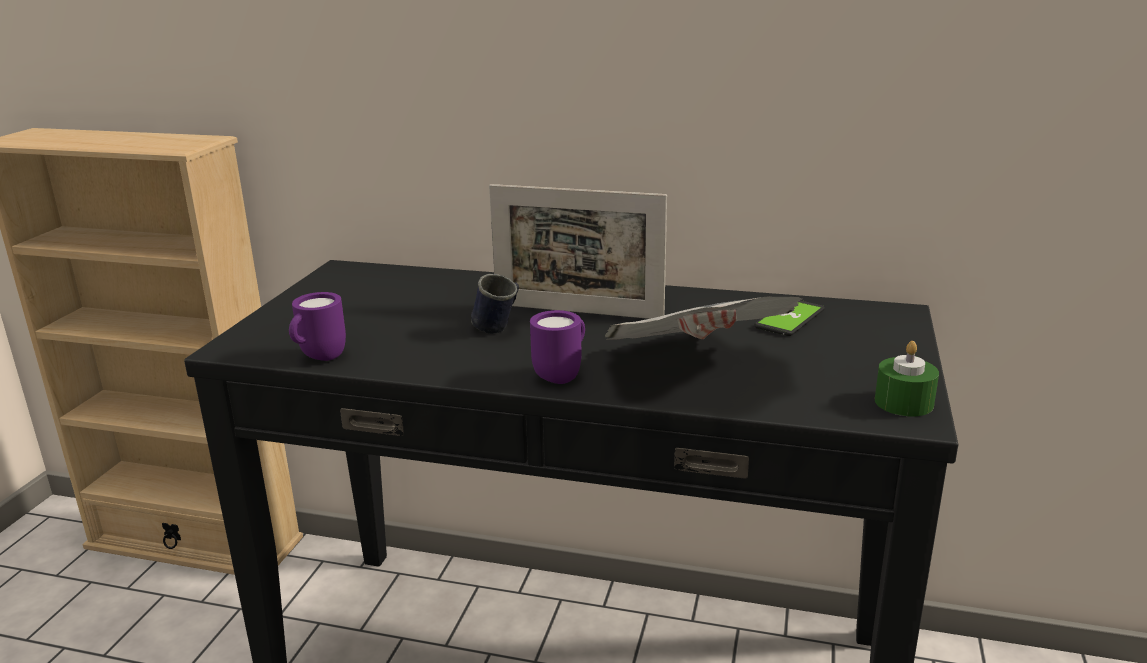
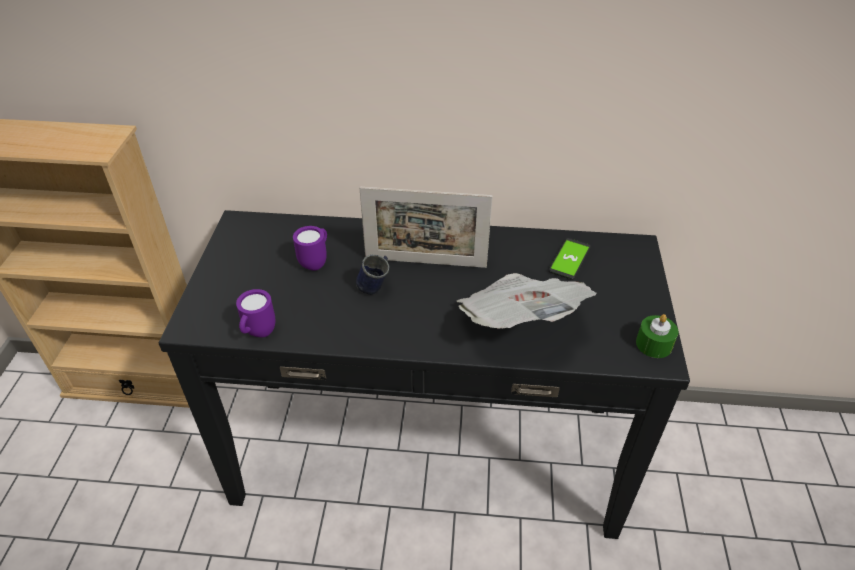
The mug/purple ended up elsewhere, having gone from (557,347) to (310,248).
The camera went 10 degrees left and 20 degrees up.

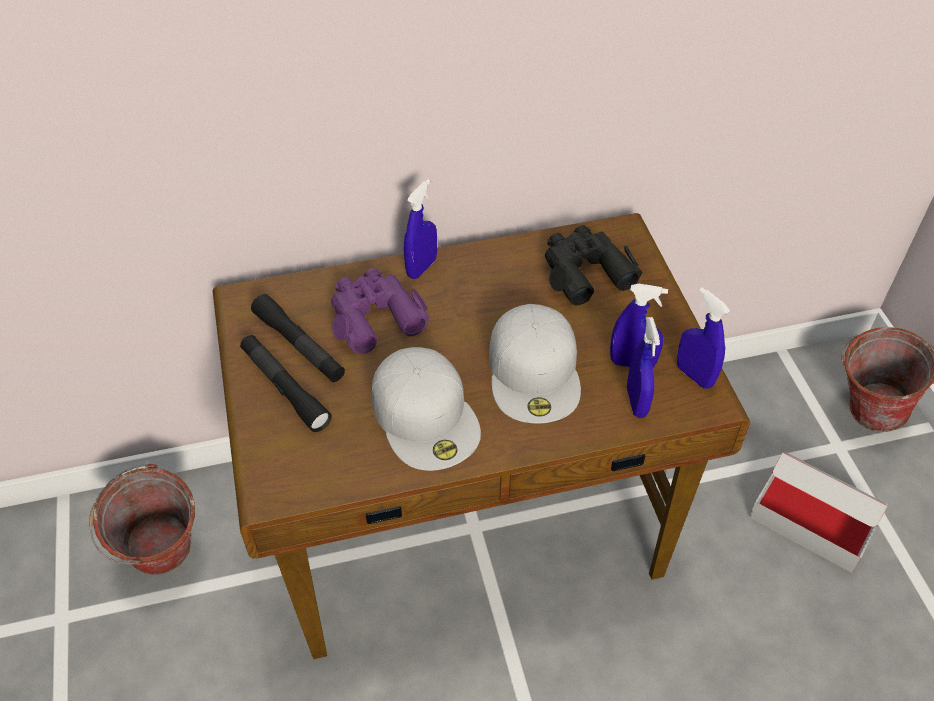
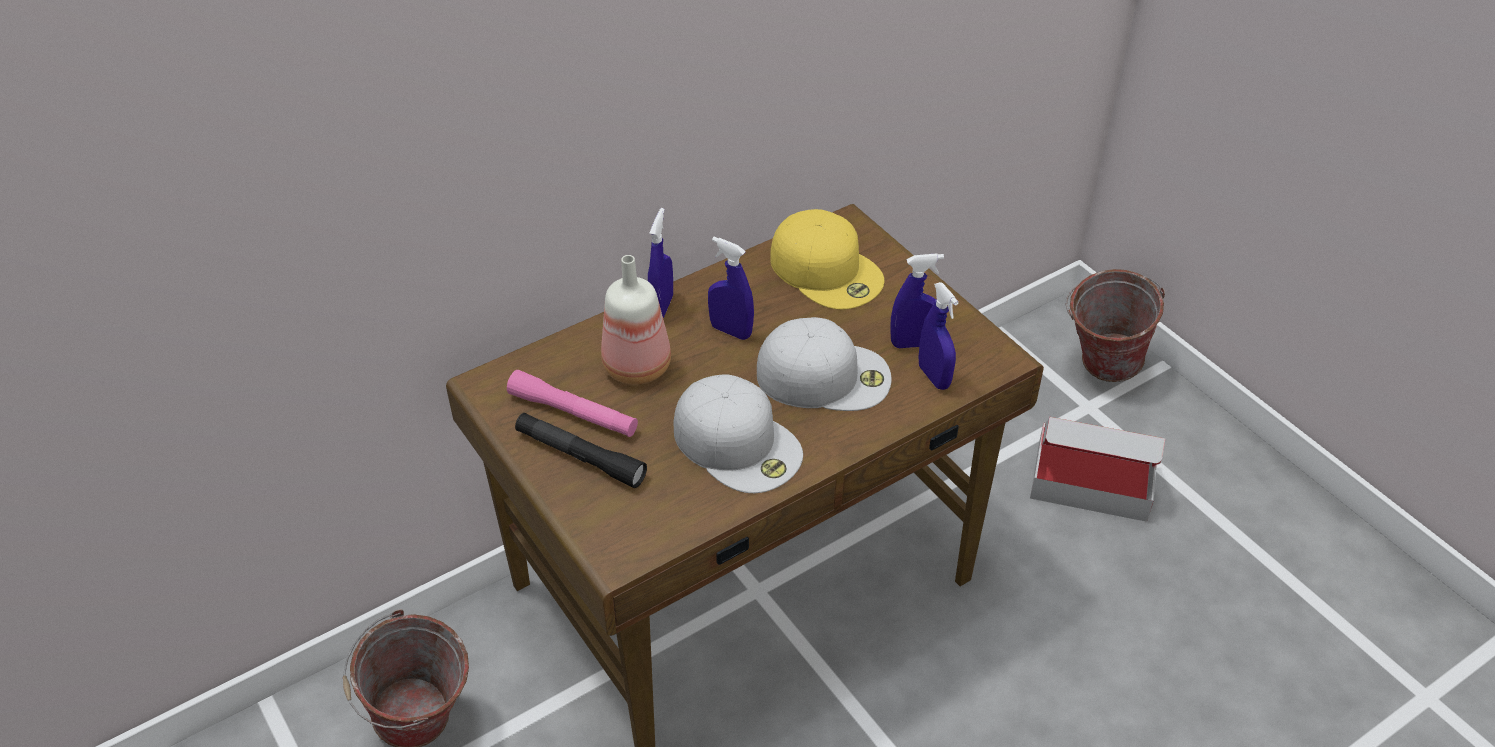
What was the torch/blackish at (298,338) turned into the torch/pinkish at (572,403).
Where the binoculars/purple stood at (380,311), the beverage bottle came to stand at (636,320).
The cap/white at (535,364) ended up facing another way, 60 degrees counterclockwise from before.
Where the binoculars/blackish stood at (594,265), the cap/yellowish came to stand at (827,259).
The spray bottle/bluish ended up elsewhere, having gone from (703,338) to (731,288).
The camera went 20 degrees left and 5 degrees down.

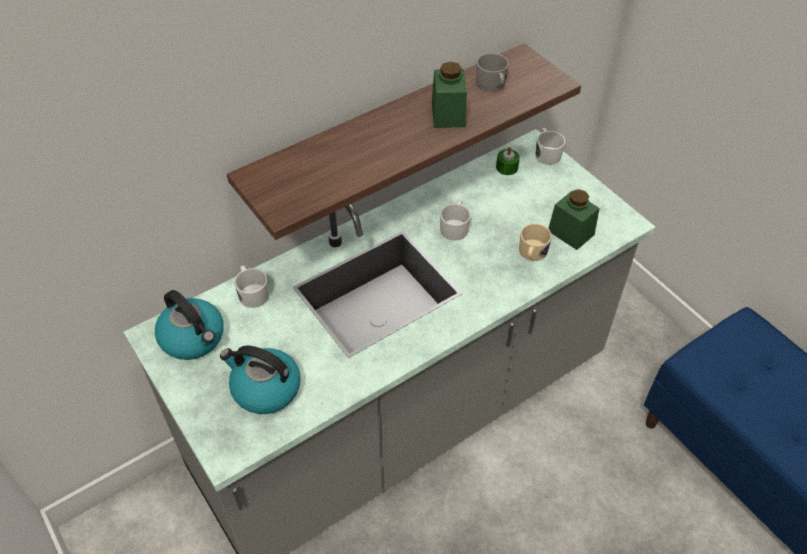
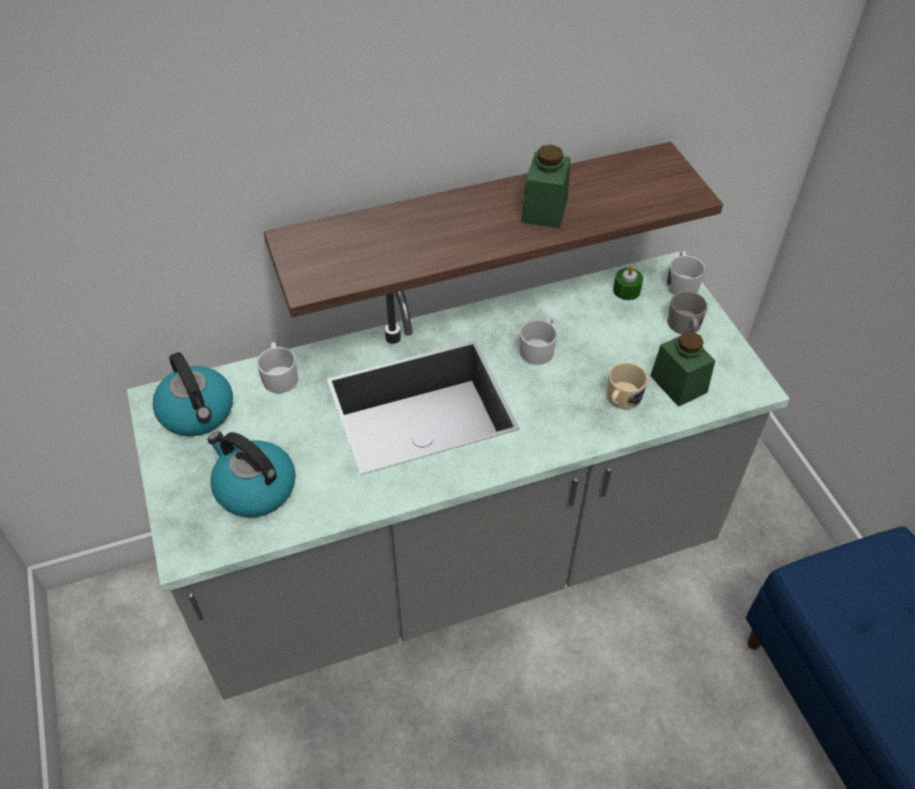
The mug/gray ended up elsewhere, having gone from (492,72) to (687,312).
The camera went 15 degrees right and 0 degrees up.

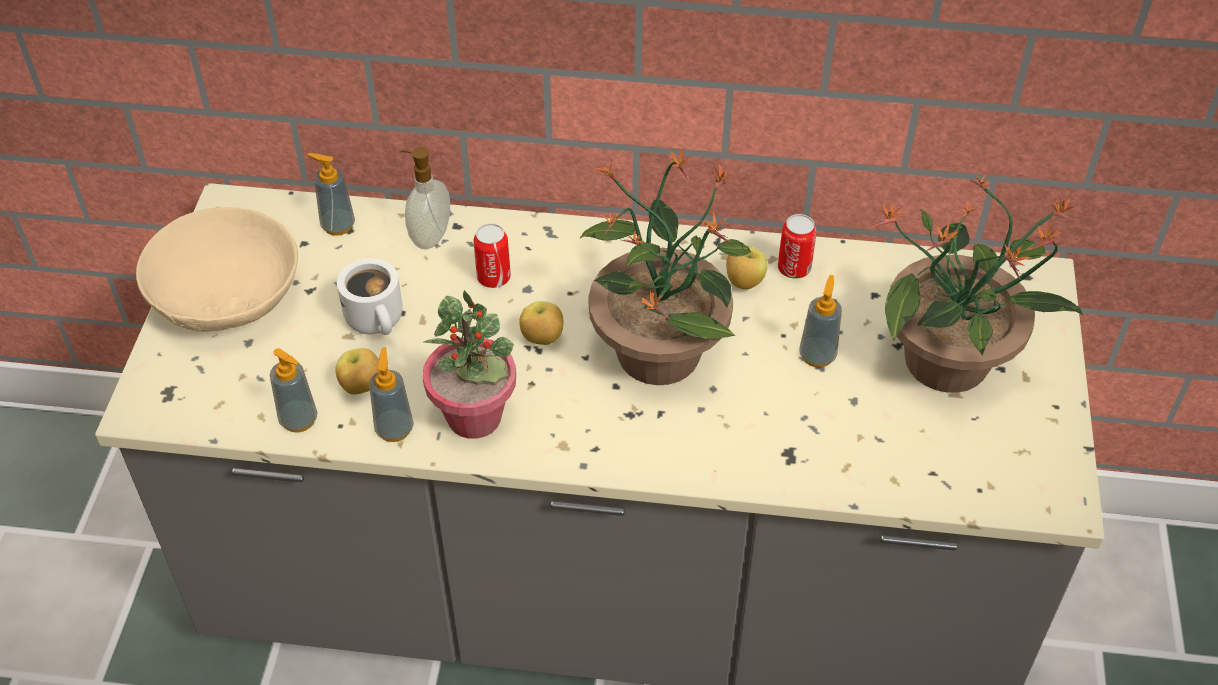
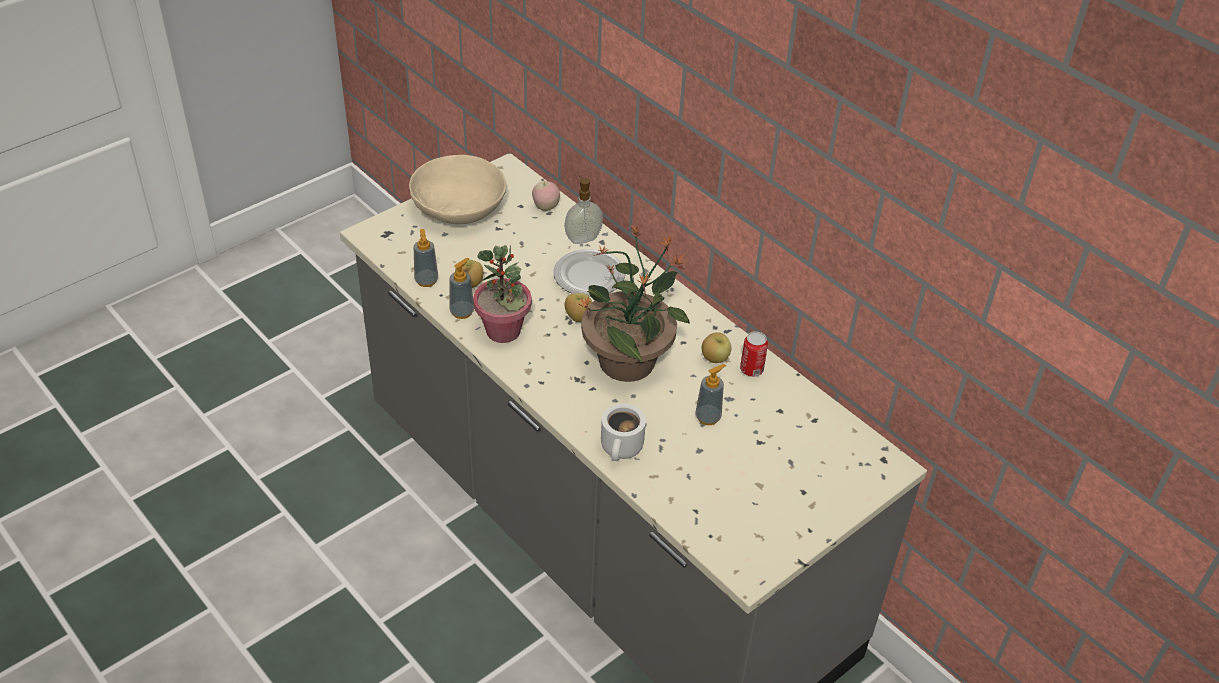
Where the soap dispenser stood at (331,194), the apple came to stand at (546,196).
The mug/white ended up elsewhere, having gone from (370,296) to (623,432).
Where the sealed can stood at (492,255), the plate came to stand at (589,273).
The second view lost the plant in a pot at (978,284).
The camera went 40 degrees right and 5 degrees down.

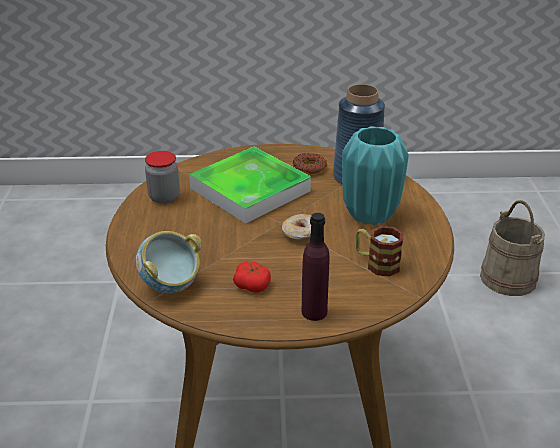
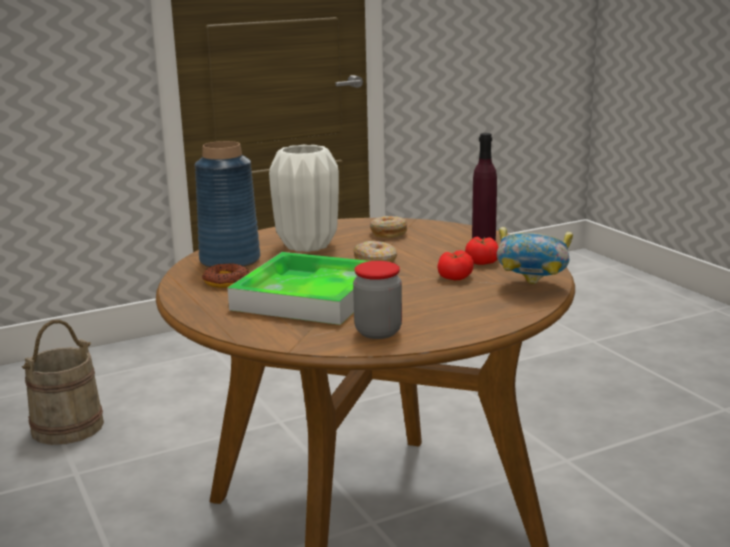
What was the decorative vase/turquoise-coloured at (375,175) turned into the decorative vase/white at (304,198).
Where the mug stood at (379,251), the donut came to stand at (388,227).
The second view gained the tomato at (455,265).
The camera went 115 degrees left and 15 degrees down.

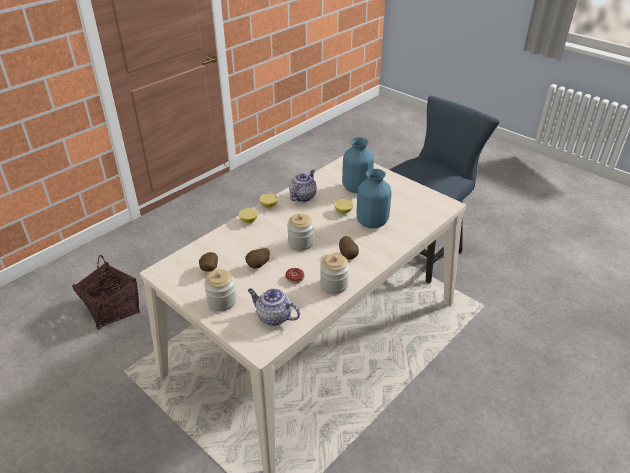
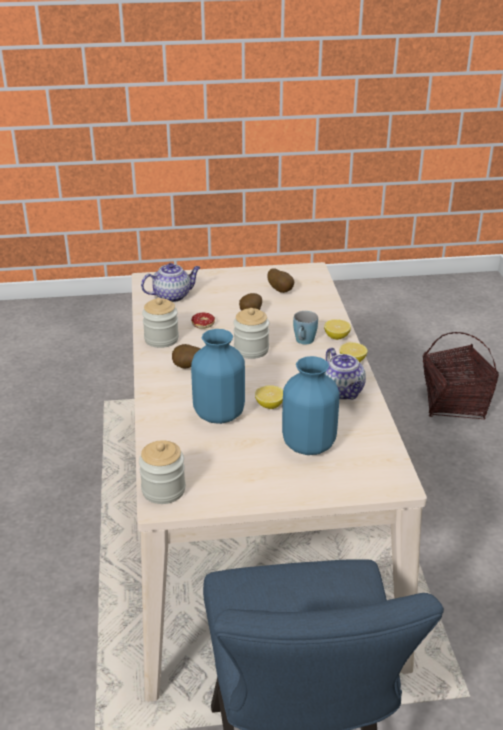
The jar ended up elsewhere, having gone from (220,290) to (162,472).
The second view gained the mug/bluish at (305,328).
The camera went 130 degrees right and 5 degrees down.

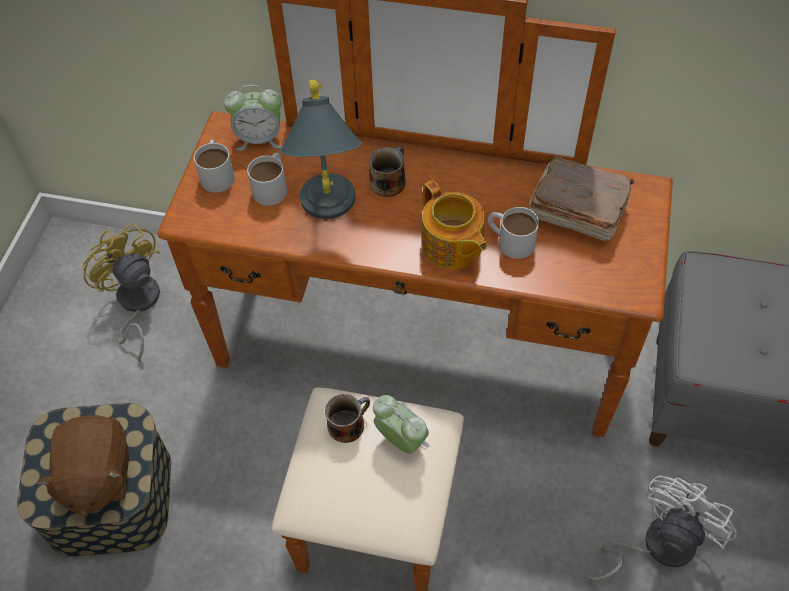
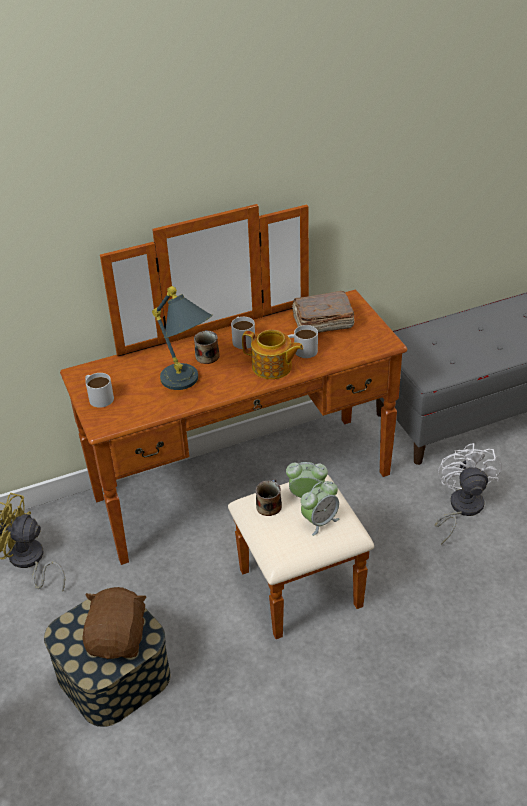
The plush toy/brown at (83,466) ended up facing another way, 135 degrees counterclockwise from before.
The table clock ended up elsewhere, having gone from (253,117) to (320,508).
The mug/white ended up elsewhere, having gone from (267,179) to (243,333).
The camera went 35 degrees left and 15 degrees down.

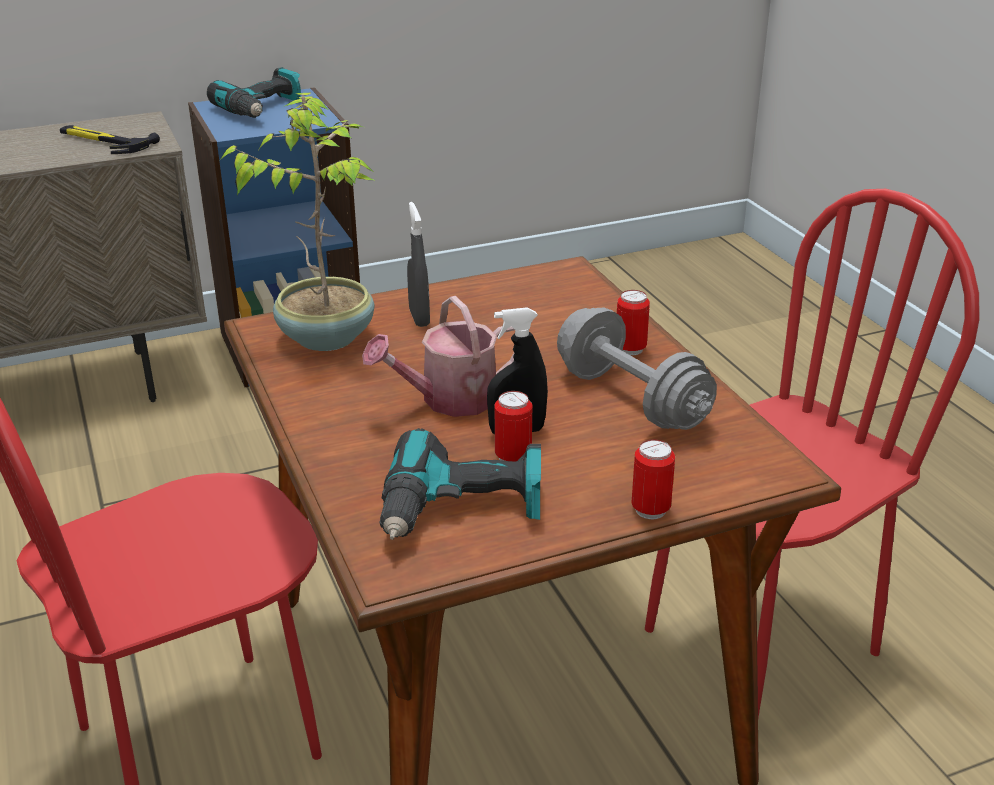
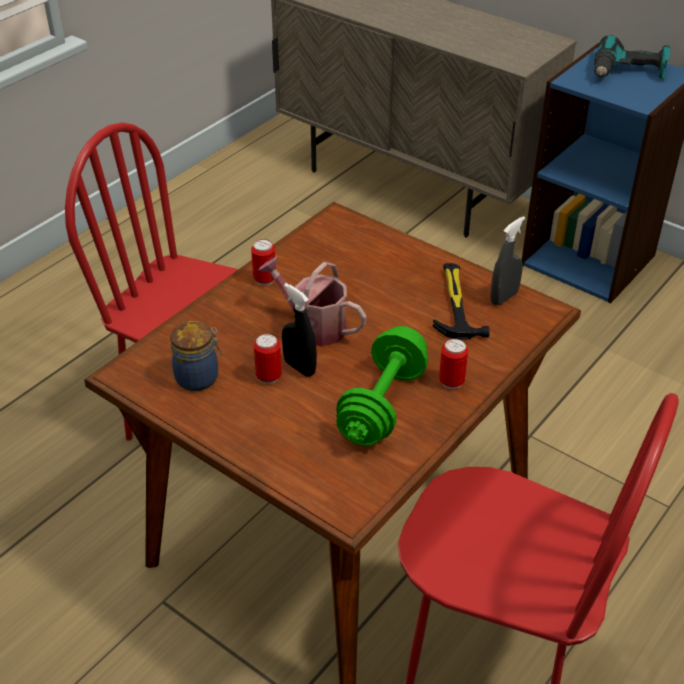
The hand hammer ended up elsewhere, having gone from (110,139) to (461,301).
The second view lost the plant in a pot at (298,222).
Where the electric drill stood at (460,484), the jar came to stand at (195,356).
The spray bottle/gray ended up elsewhere, having gone from (418,264) to (507,260).
What was the hand weight/gray at (637,369) turned into the hand weight/green at (382,386).
The sealed can ended up elsewhere, having gone from (653,479) to (263,262).
The camera went 60 degrees right and 10 degrees up.

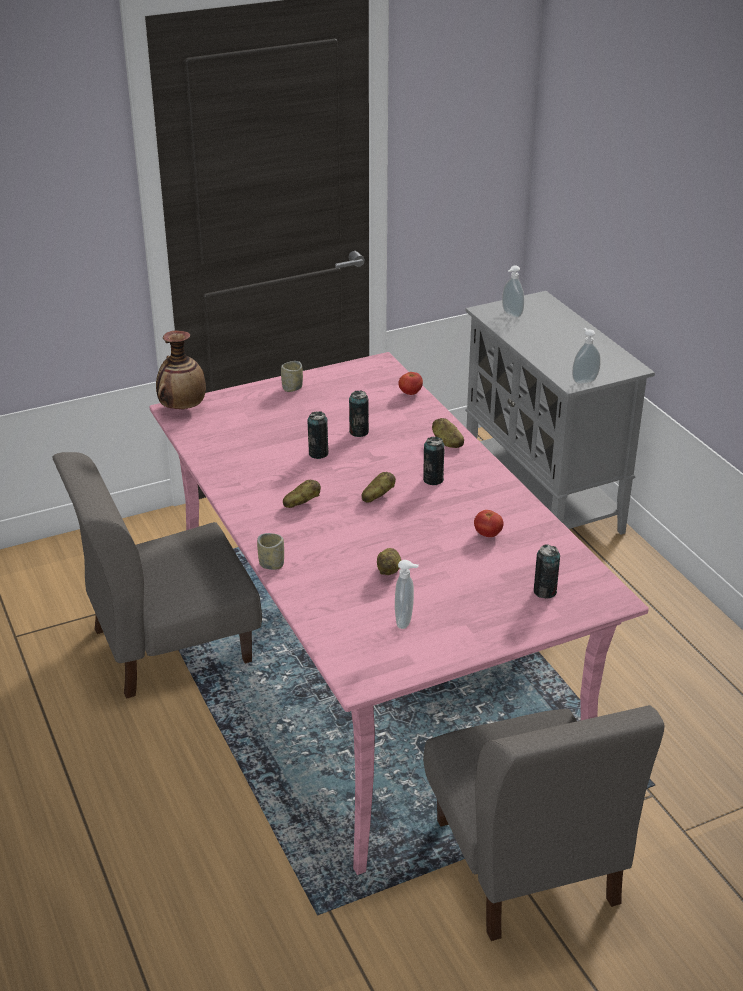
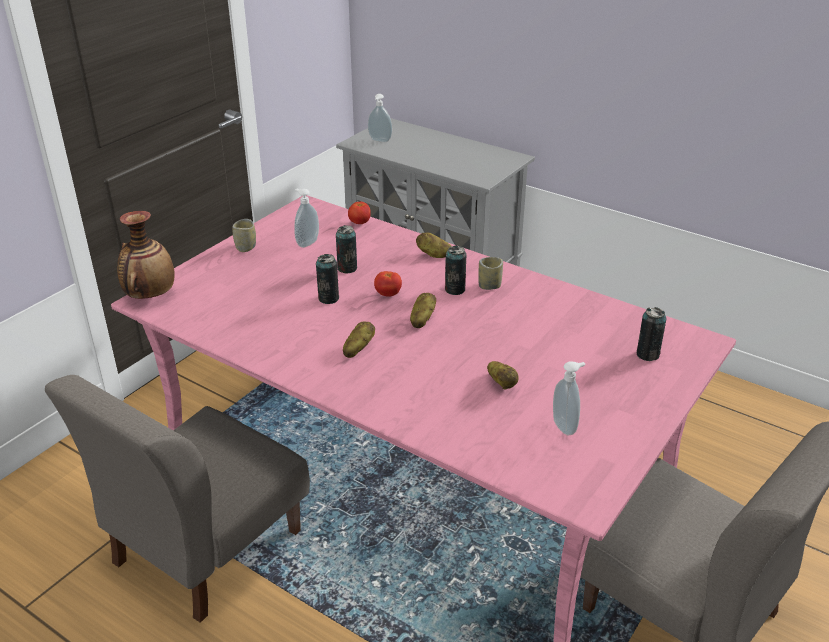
The drinking cup ended up elsewhere, having gone from (270,551) to (490,273).
The tomato ended up elsewhere, having gone from (488,523) to (388,283).
The soap dispenser ended up elsewhere, having gone from (586,356) to (306,218).
The camera went 30 degrees left and 0 degrees up.

